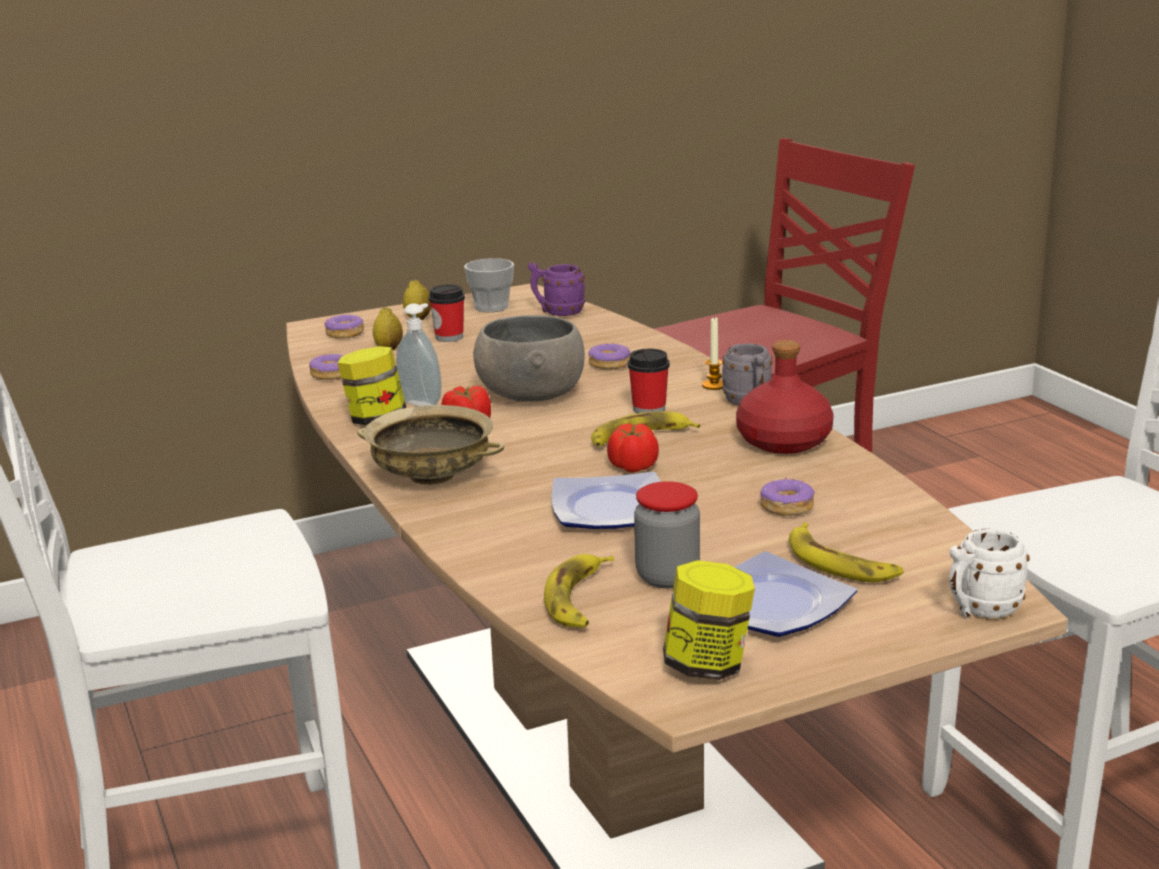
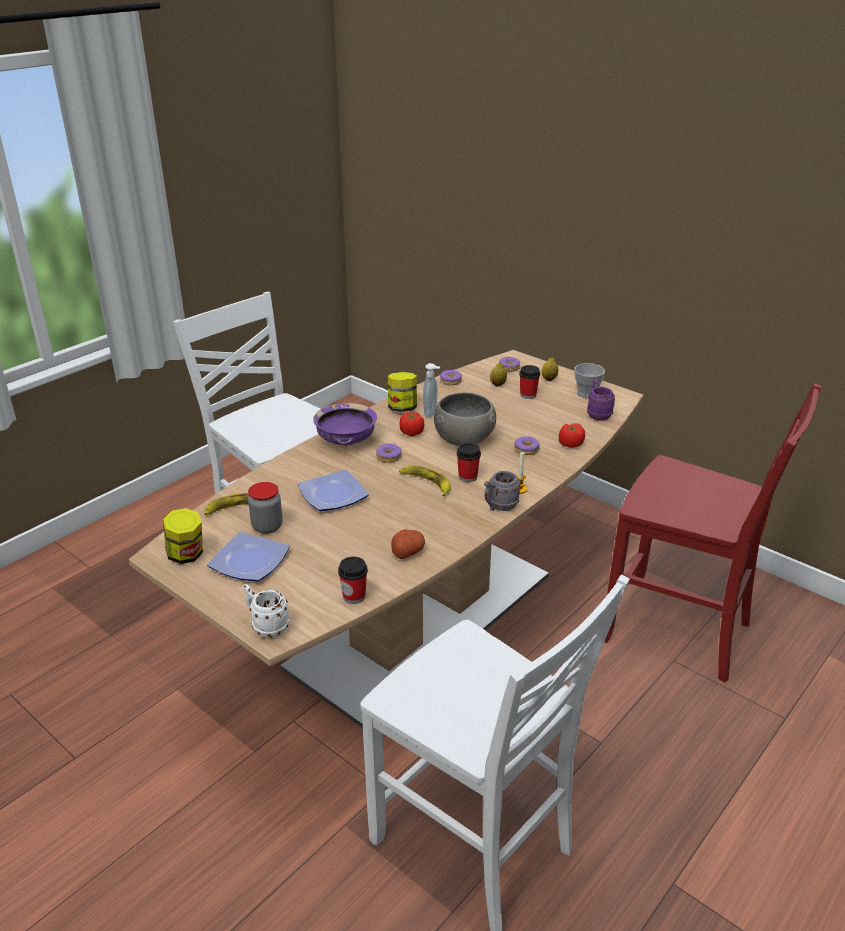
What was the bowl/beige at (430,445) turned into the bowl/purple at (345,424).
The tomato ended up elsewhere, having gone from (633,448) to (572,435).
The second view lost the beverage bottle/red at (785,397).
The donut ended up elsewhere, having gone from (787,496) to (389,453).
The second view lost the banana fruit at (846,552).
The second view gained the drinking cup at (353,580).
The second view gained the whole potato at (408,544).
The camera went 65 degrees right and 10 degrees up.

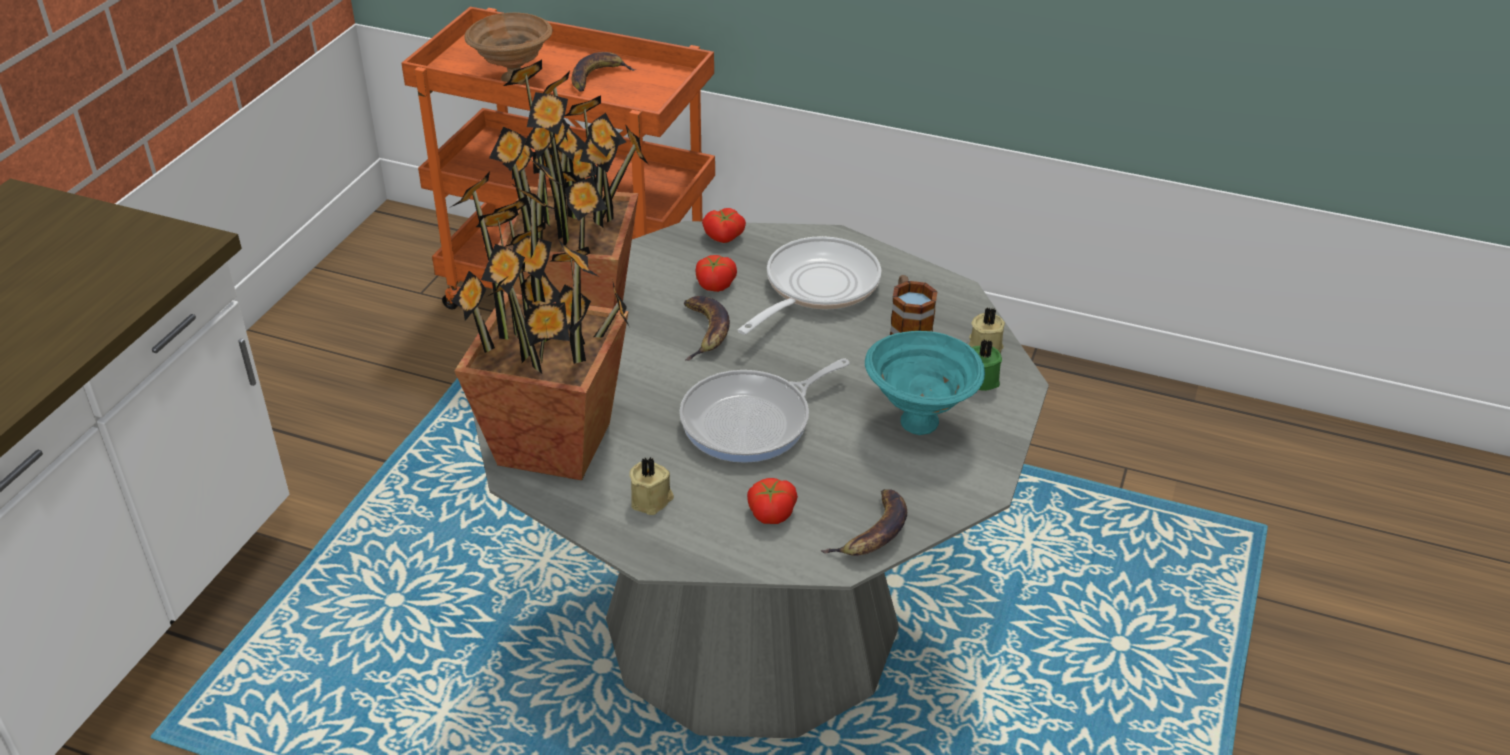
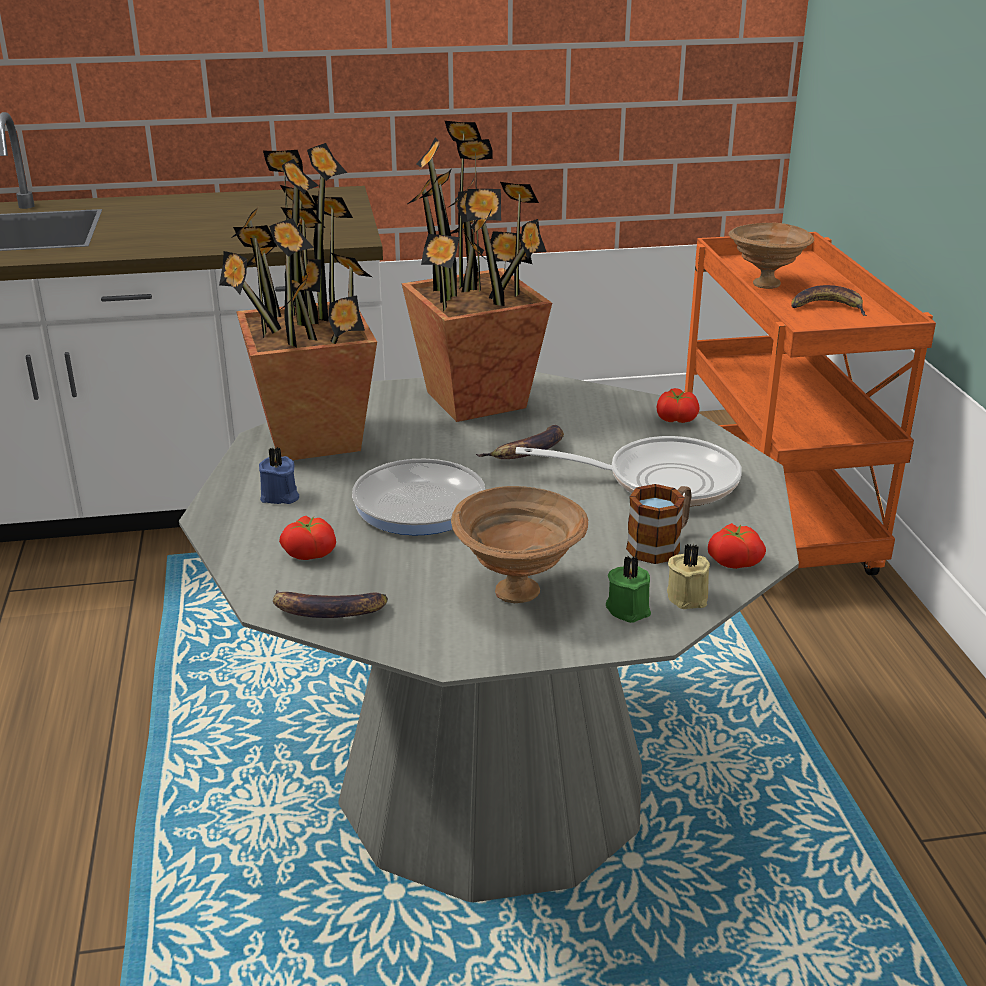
What was the wax light/beige at (651,486) turned into the wax light/bluish at (279,475).
The tomato ended up elsewhere, having gone from (716,273) to (737,546).
What was the bowl/turquoise-coloured at (925,383) turned into the bowl/brown at (519,544).
The camera went 60 degrees right and 10 degrees down.

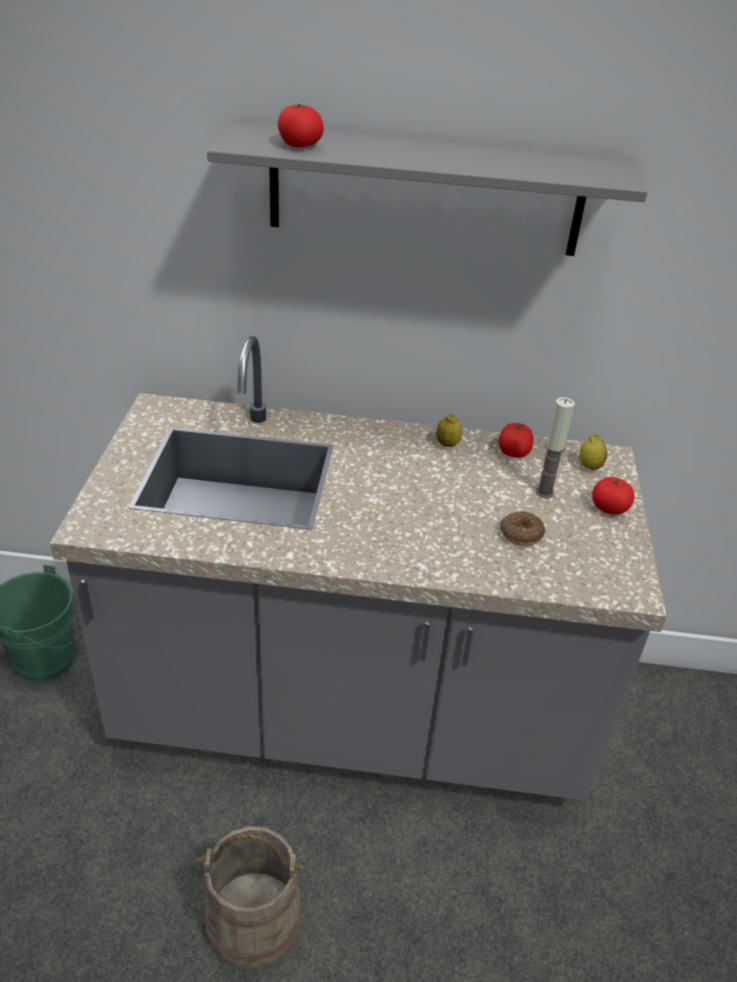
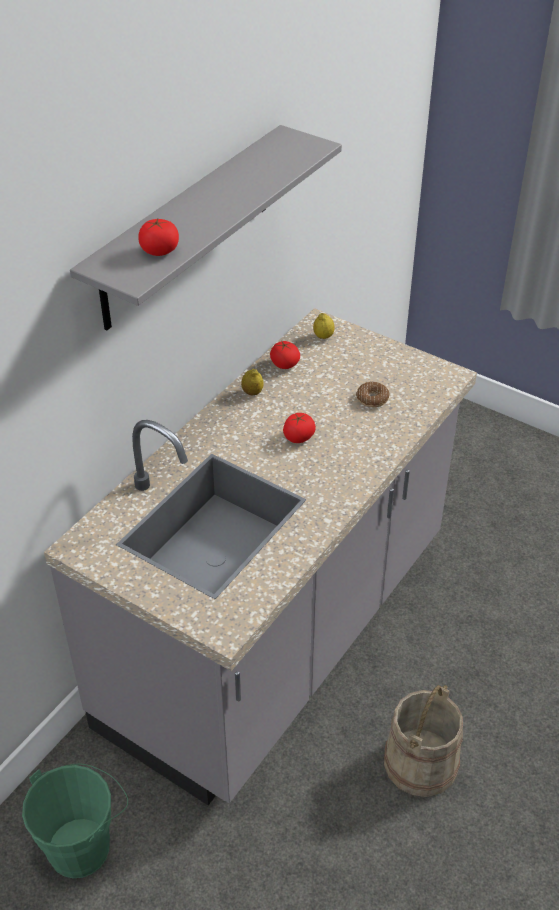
The second view lost the wax light at (555,447).
The tomato ended up elsewhere, having gone from (613,495) to (299,428).
The camera went 60 degrees left and 5 degrees up.

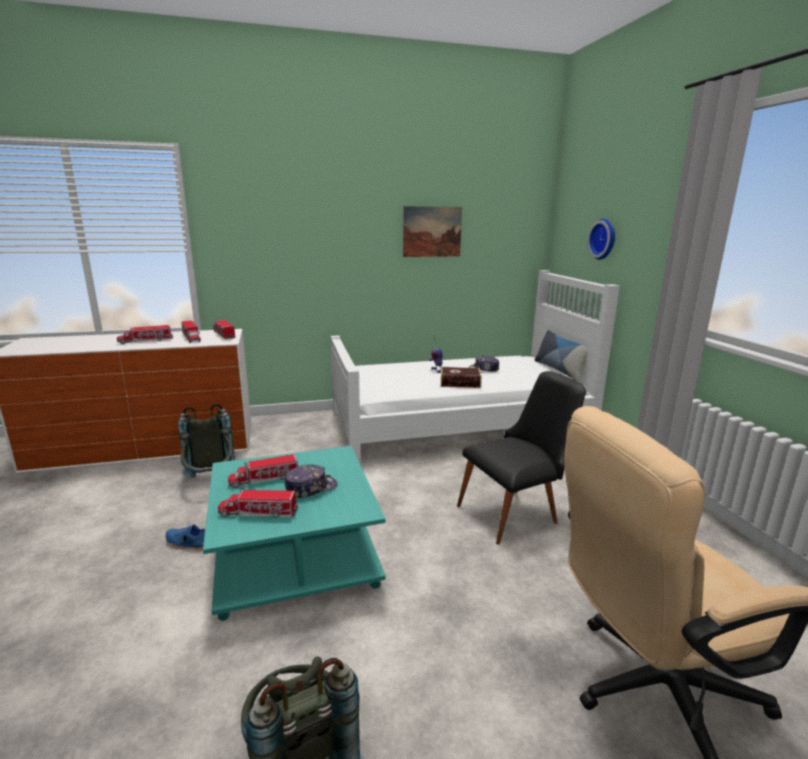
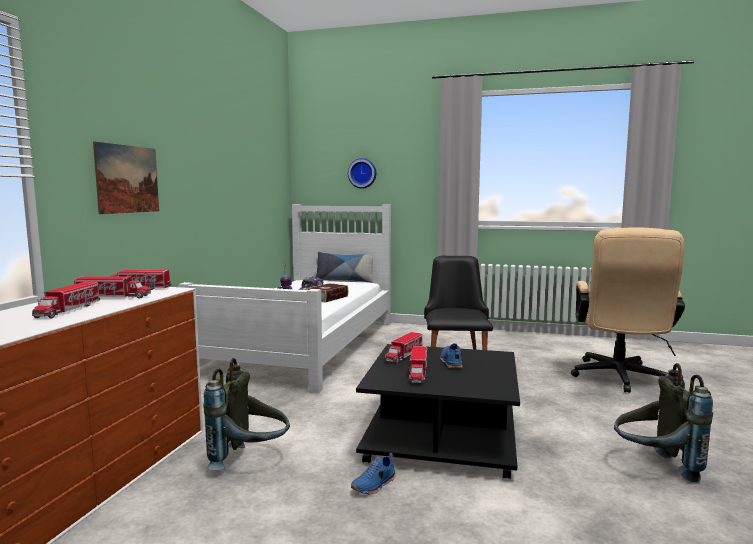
What was the lounge table/turquoise-coloured at (294,533) turned into the lounge table/blackish at (438,411).
The toy truck ended up elsewhere, having gone from (258,503) to (404,347).
Where the cap stood at (311,481), the item of footwear/bluish came to stand at (451,355).
The picture ended up elsewhere, having gone from (432,231) to (126,177).
The camera went 60 degrees left and 10 degrees down.

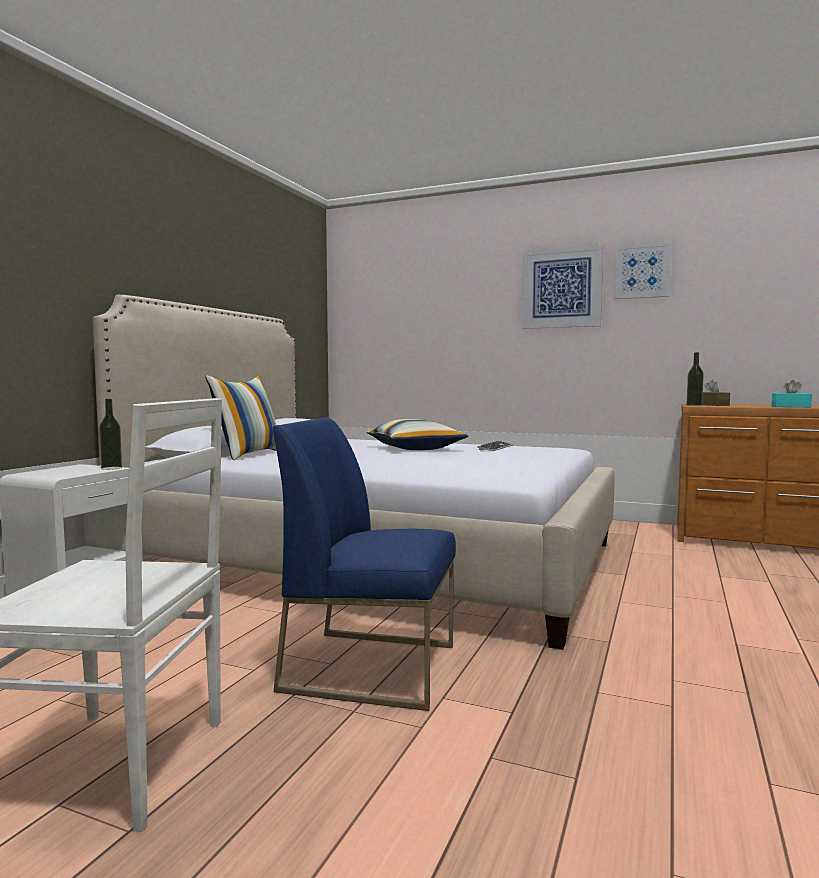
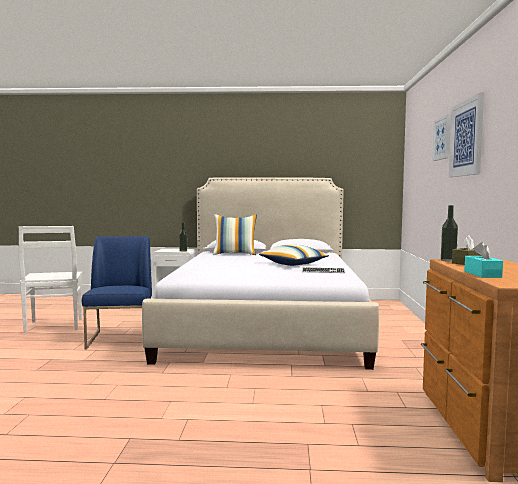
The picture ended up elsewhere, having gone from (642,270) to (441,138).
The camera went 70 degrees right and 0 degrees up.

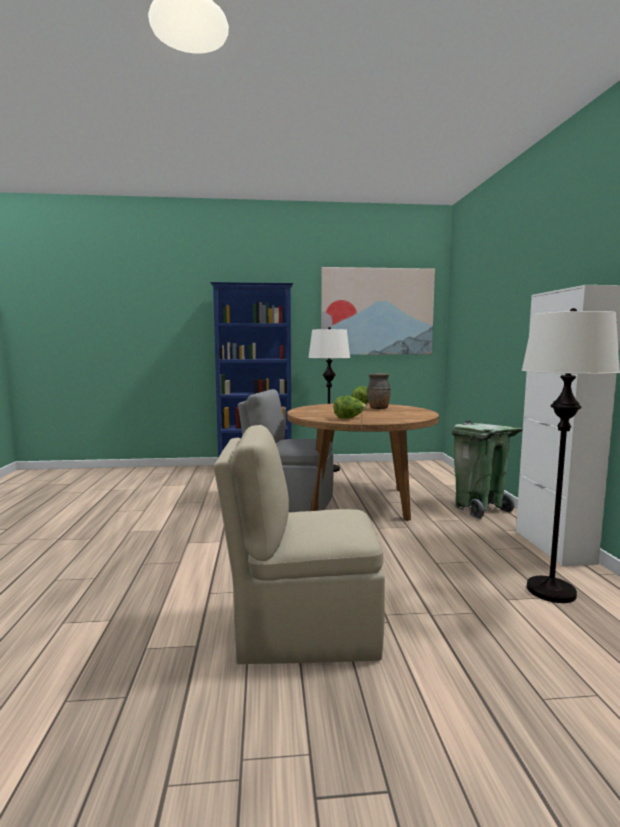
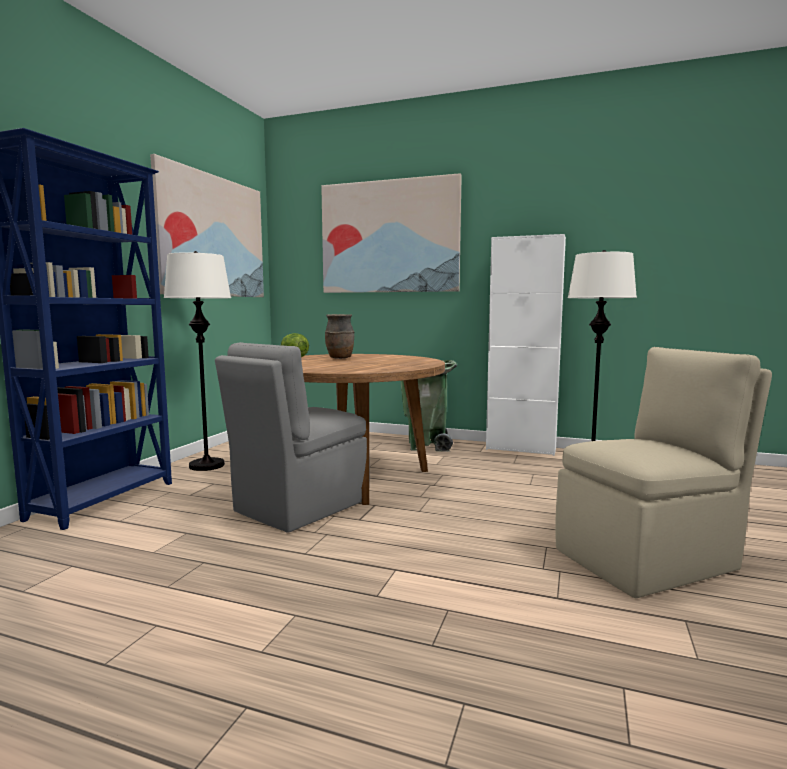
The plain chair/beige at (299,544) ended up facing another way, 135 degrees counterclockwise from before.
The second view lost the lettuce at (350,407).
The second view gained the picture at (391,233).
The camera went 65 degrees left and 0 degrees up.

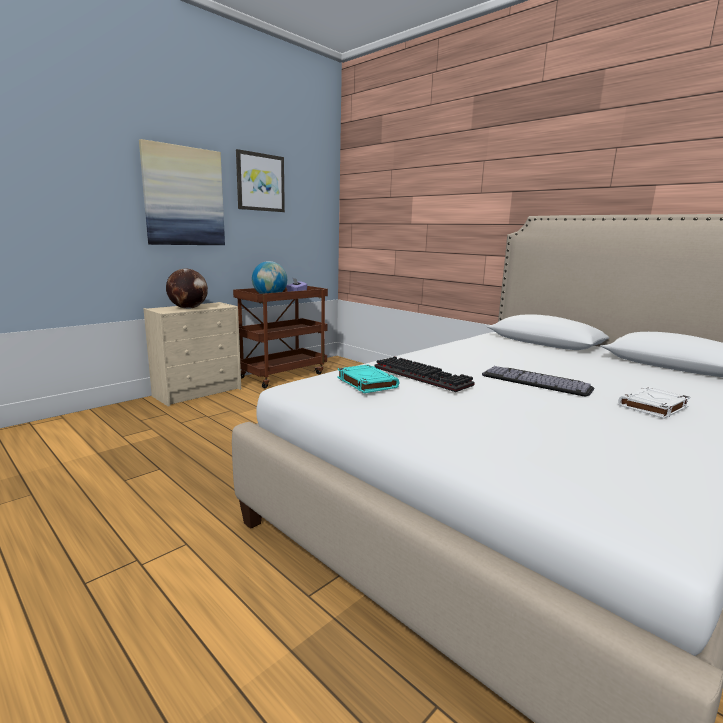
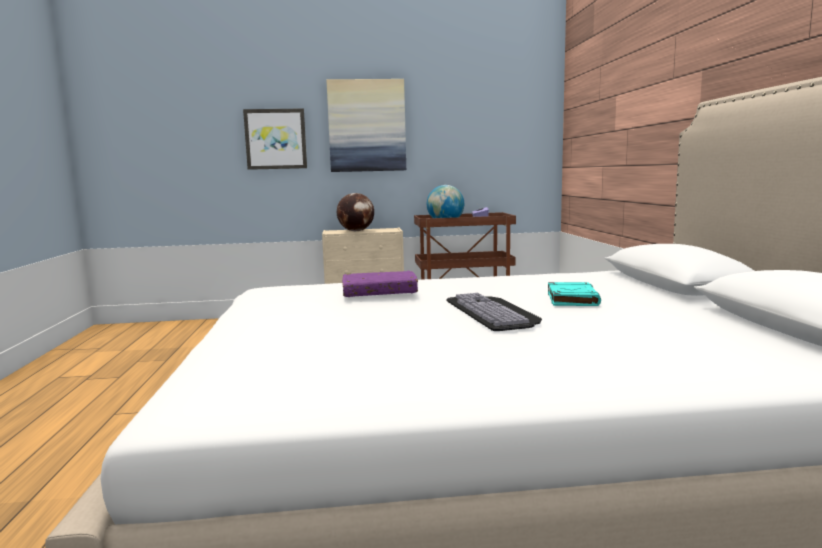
The picture ended up elsewhere, having gone from (260,180) to (275,139).
The bound book/turquoise-coloured ended up elsewhere, having gone from (368,378) to (574,294).
Where the computer keyboard stood at (424,374), the bound book/purple came to stand at (380,284).
The second view lost the bound book/white at (654,402).
The camera went 40 degrees right and 5 degrees down.

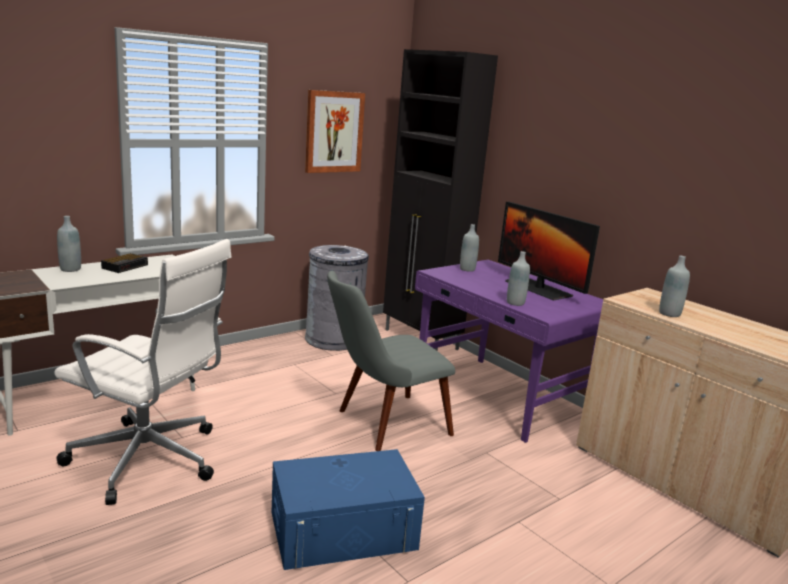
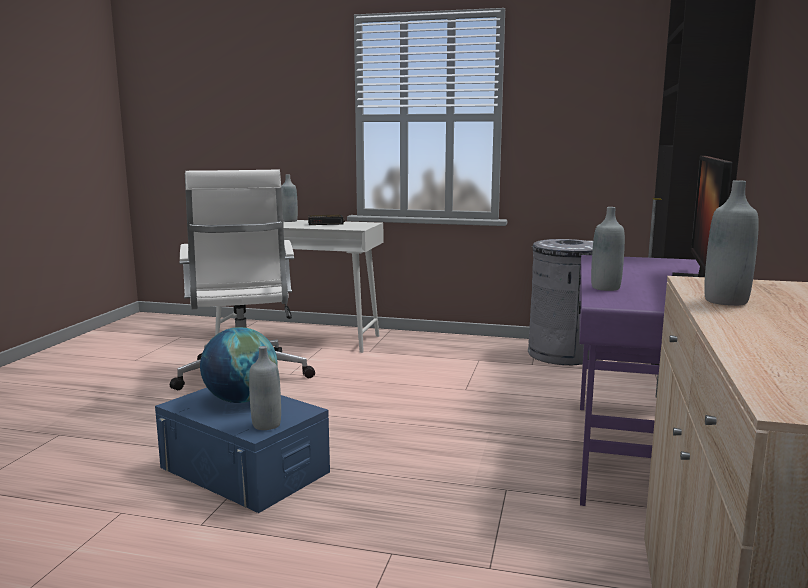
The second view lost the picture at (335,131).
The second view lost the plain chair/gray at (391,360).
The beverage bottle/gray ended up elsewhere, having gone from (469,248) to (265,388).
The second view gained the world globe at (239,365).
The camera went 55 degrees right and 5 degrees down.

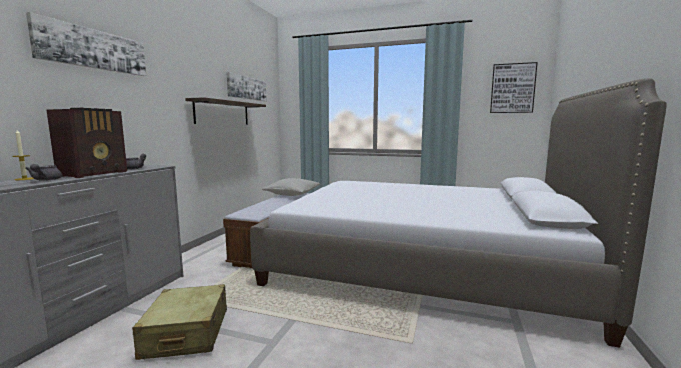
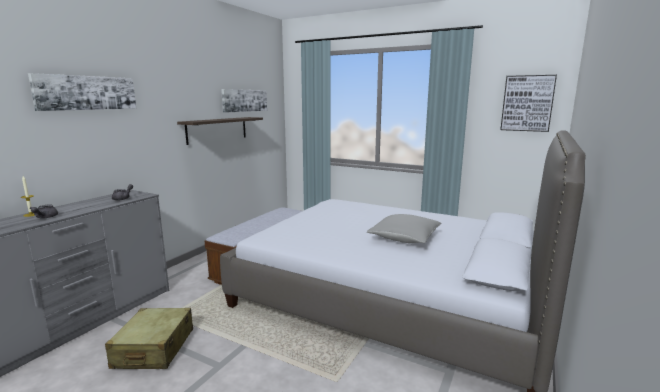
The second view lost the radio set at (87,143).
The throw pillow/gray ended up elsewhere, having gone from (291,187) to (404,228).
The camera went 10 degrees right and 5 degrees up.

